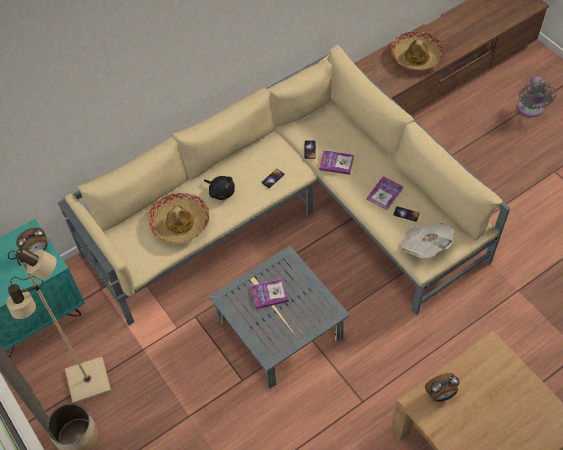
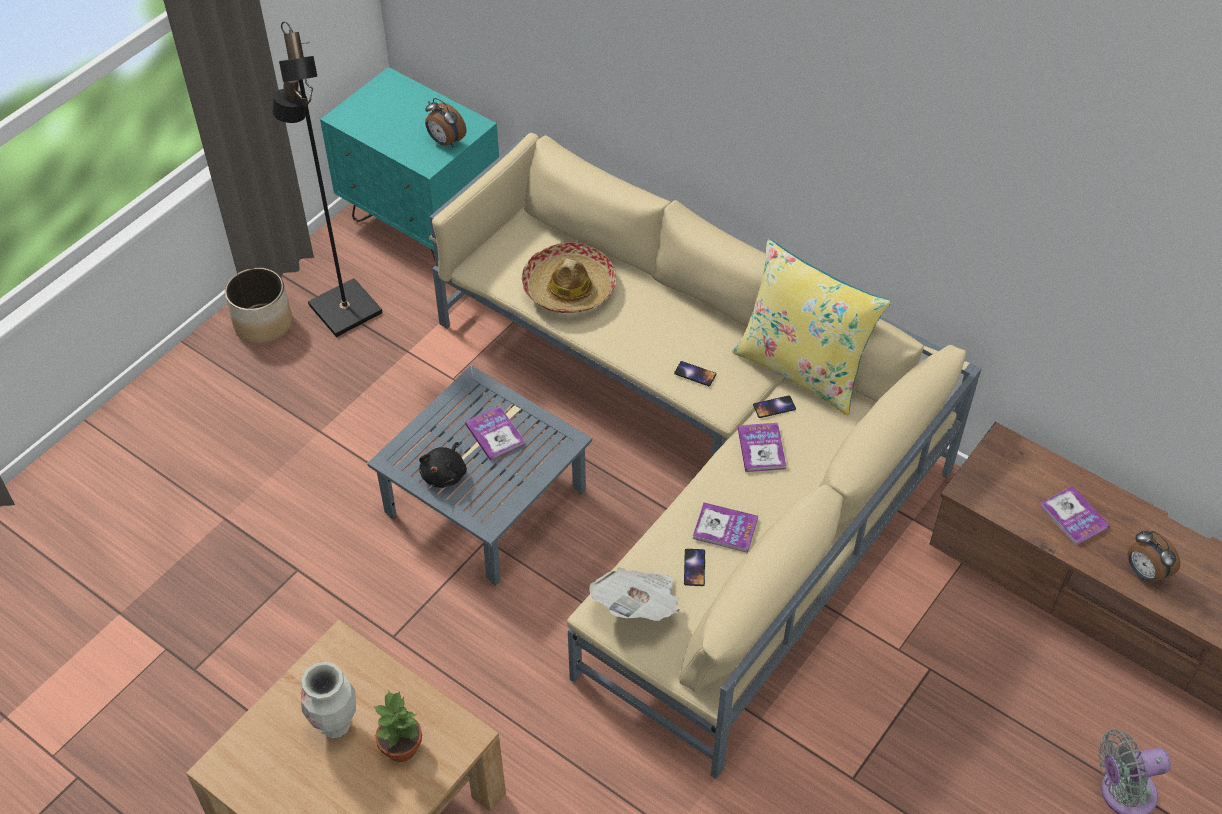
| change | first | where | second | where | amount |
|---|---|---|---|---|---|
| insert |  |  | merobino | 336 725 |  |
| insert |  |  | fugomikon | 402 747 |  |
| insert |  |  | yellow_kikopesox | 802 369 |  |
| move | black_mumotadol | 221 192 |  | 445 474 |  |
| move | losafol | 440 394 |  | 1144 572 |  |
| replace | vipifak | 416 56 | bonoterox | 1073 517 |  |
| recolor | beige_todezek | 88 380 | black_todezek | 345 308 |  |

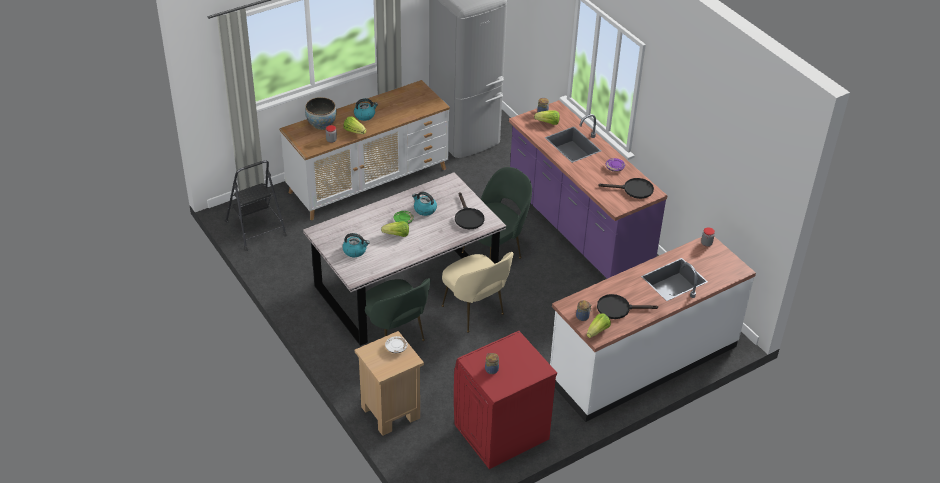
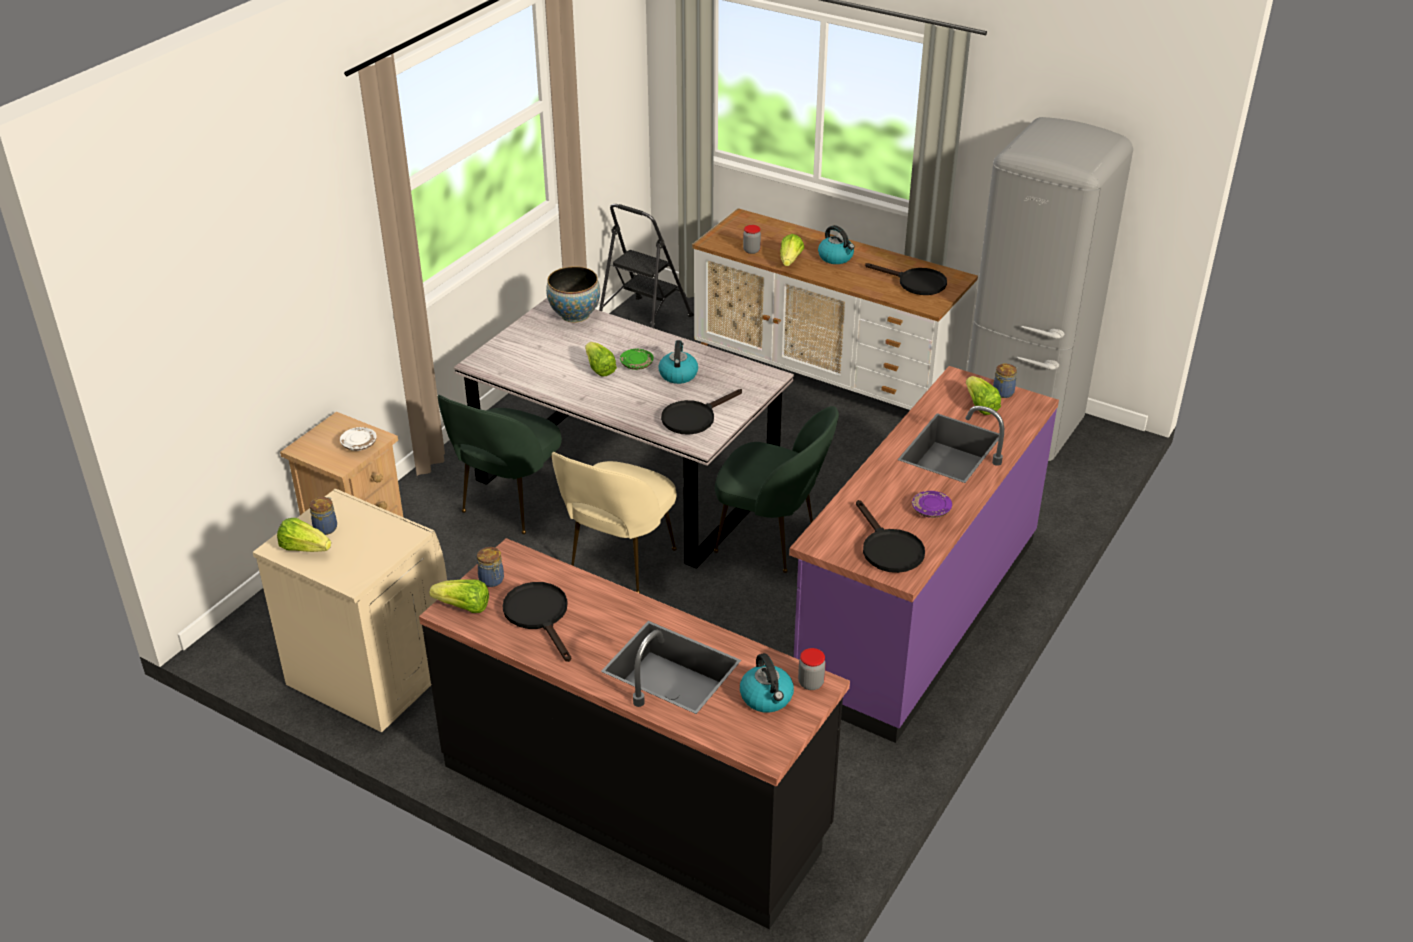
| change | first | where | second | where | amount |
|---|---|---|---|---|---|
| insert |  |  | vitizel | 304 548 |  |
| insert |  |  | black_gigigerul | 915 283 |  |
| move | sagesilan | 321 125 |  | 574 315 |  |
| move | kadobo | 355 251 |  | 767 698 |  |
| recolor | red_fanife | 501 433 | beige_fanife | 371 674 |  |
| recolor | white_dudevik | 642 362 | black_dudevik | 635 799 |  |

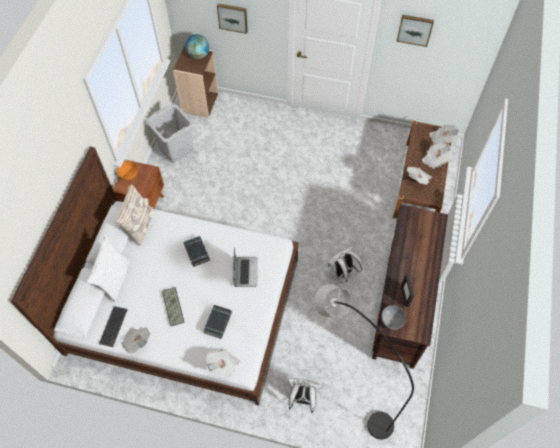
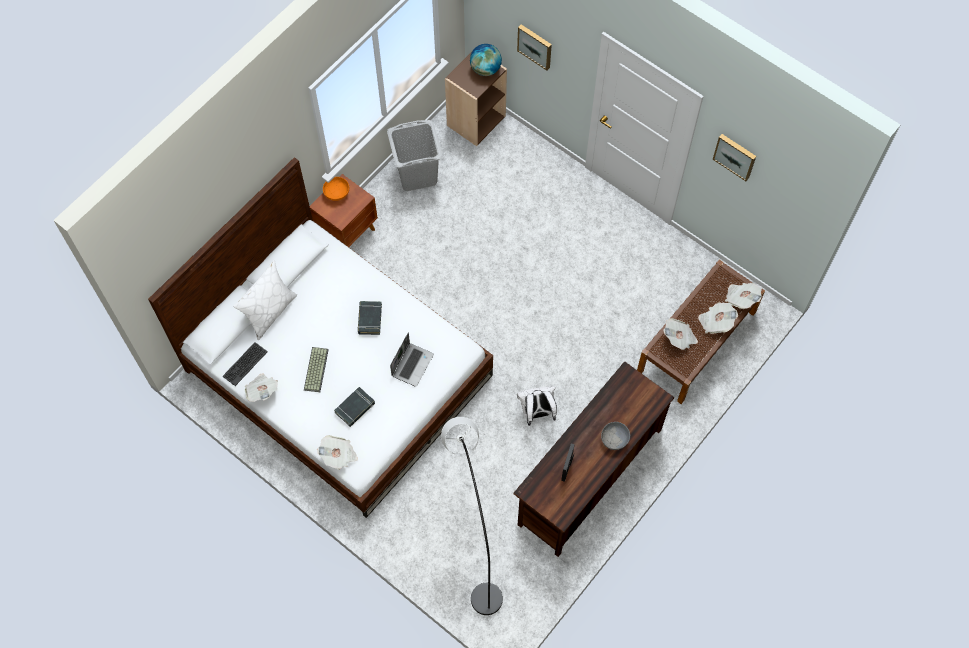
| change | first | where | second | where | amount |
|---|---|---|---|---|---|
| delete | beige_kikopesox | 141 226 |  |  |  |
| delete | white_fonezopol | 303 399 |  |  |  |
| move | grey_sagesilan | 392 320 |  | 615 439 |  |

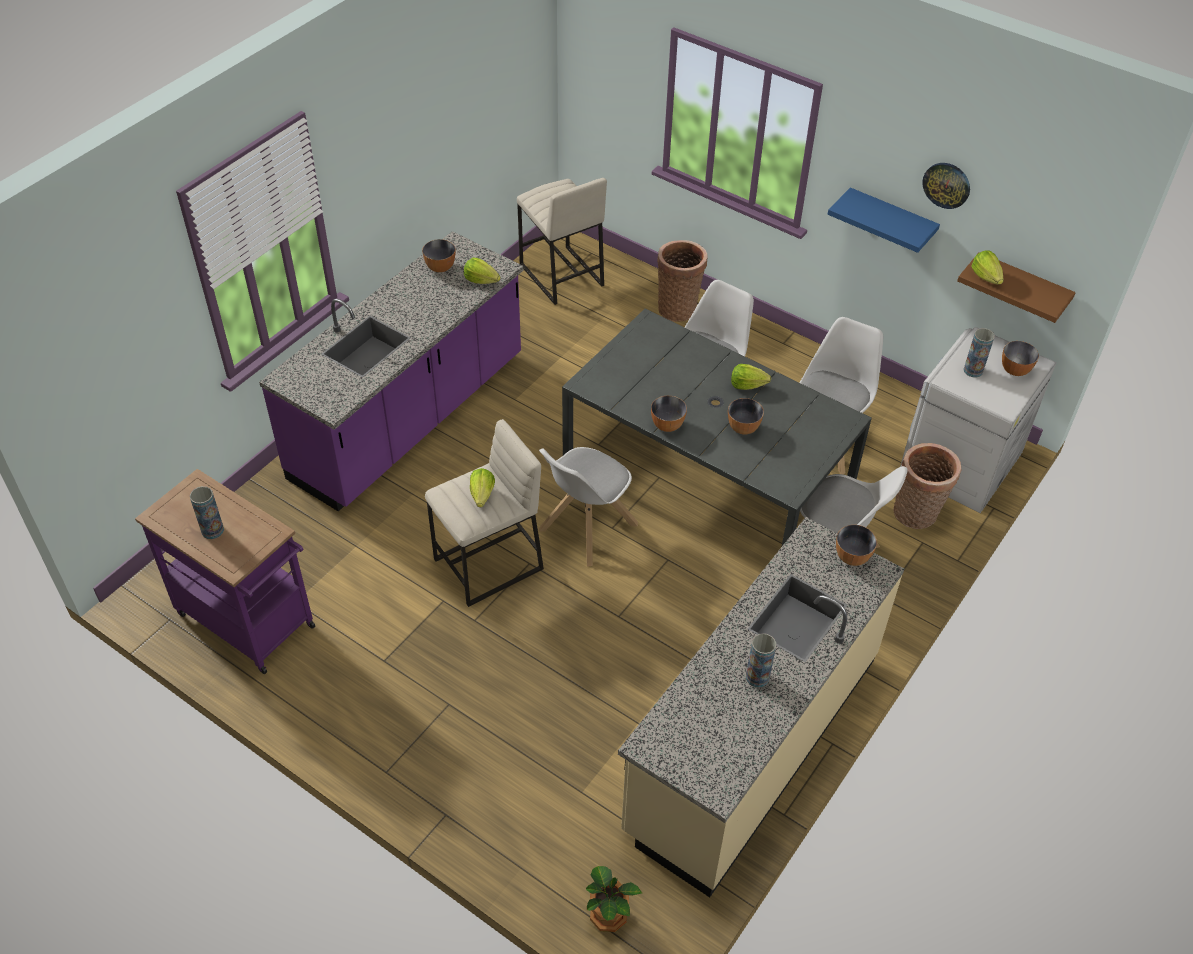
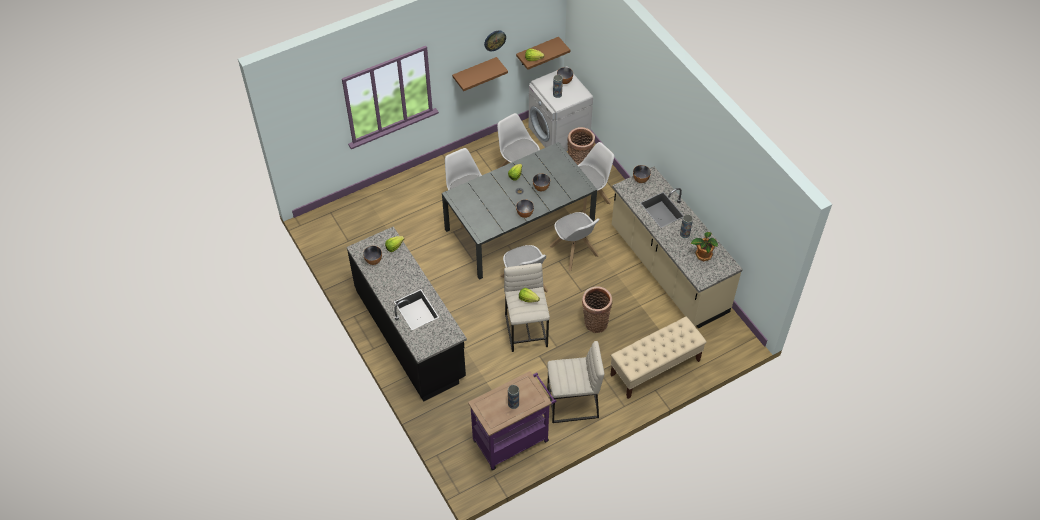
| change | first | where | second | where | amount |
|---|---|---|---|---|---|
| insert |  |  | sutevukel | 574 252 |  |
| insert |  |  | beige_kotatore | 655 368 |  |
| move | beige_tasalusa | 561 275 |  | 573 404 |  |
| move | fugomikon | 609 914 |  | 703 255 |  |
| move | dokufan | 678 307 |  | 595 322 |  |
| recolor | purple_dudevik | 410 419 | black_dudevik | 410 333 |  |
| recolor | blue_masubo | 891 220 | brown_masubo | 474 72 |  |

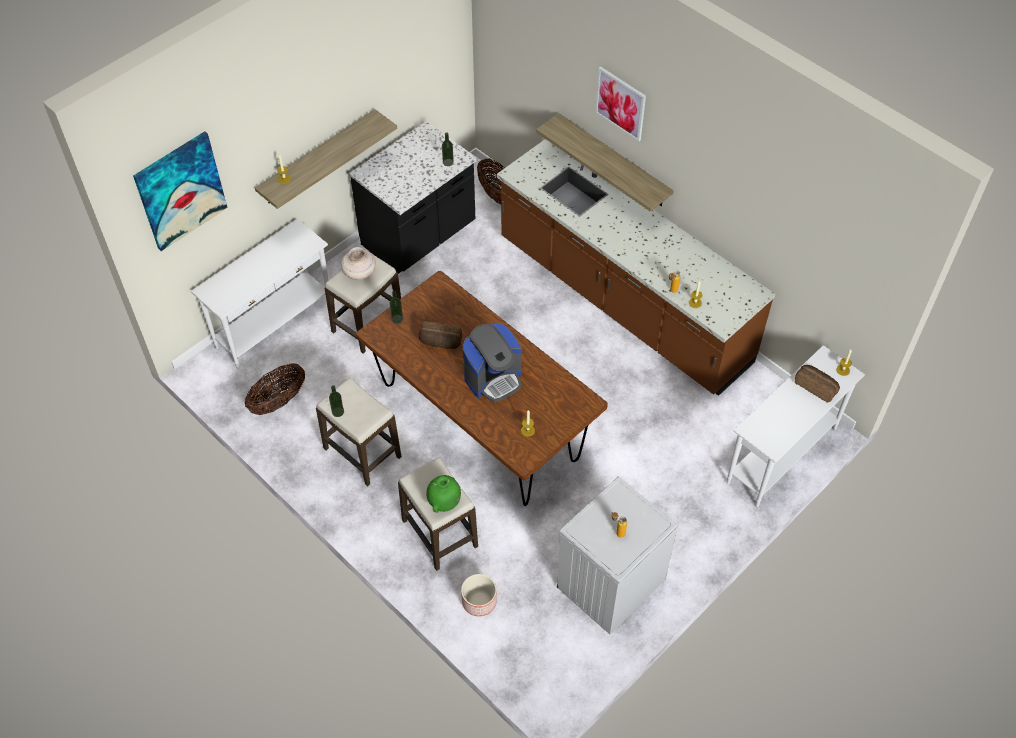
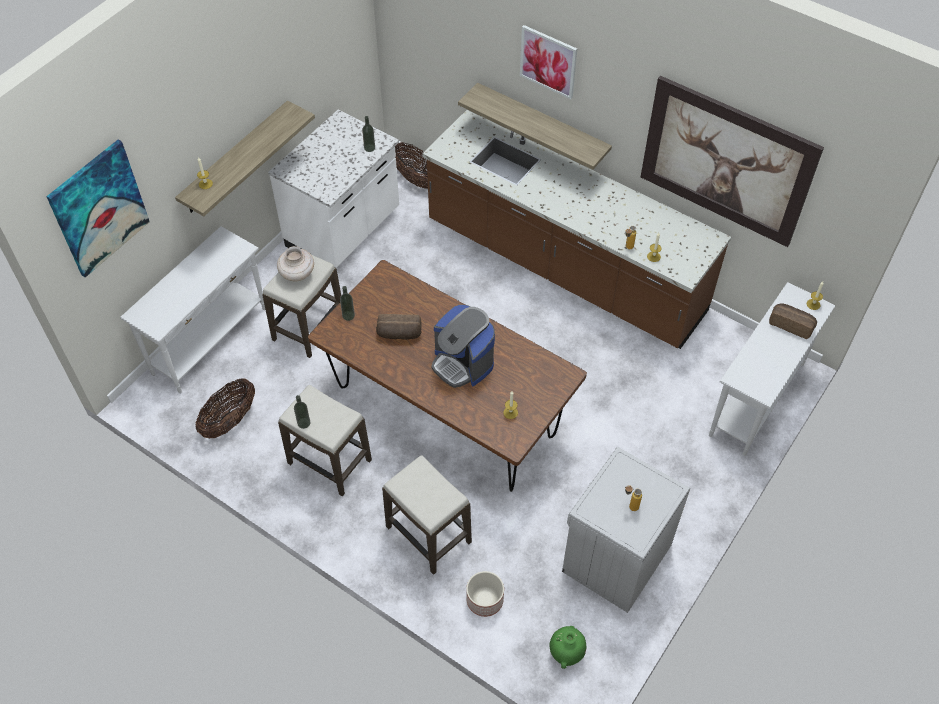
| change | first | where | second | where | amount |
|---|---|---|---|---|---|
| insert |  |  | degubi | 726 161 |  |
| move | green_merobino | 444 503 |  | 566 653 |  |
| recolor | black_dudevik | 419 236 | white_dudevik | 344 230 |  |
| rotate | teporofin | 493 378 |  | 463 363 | 90 degrees clockwise |

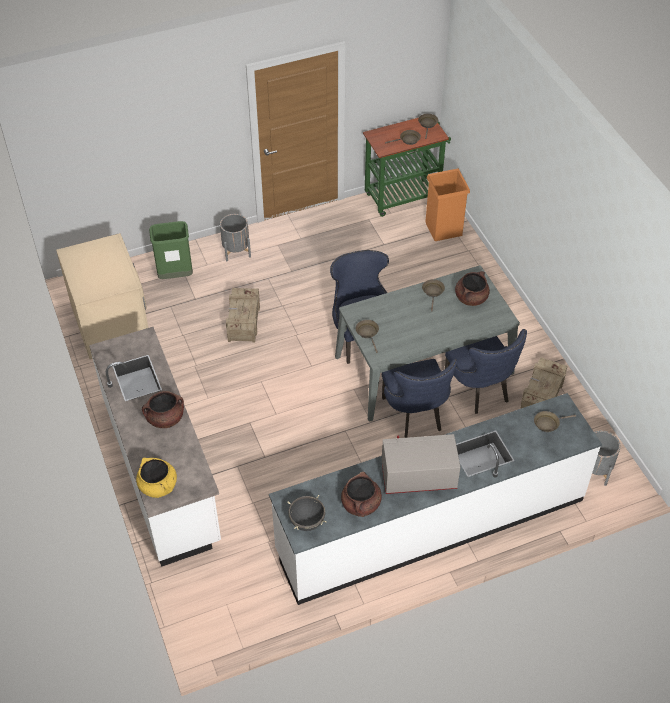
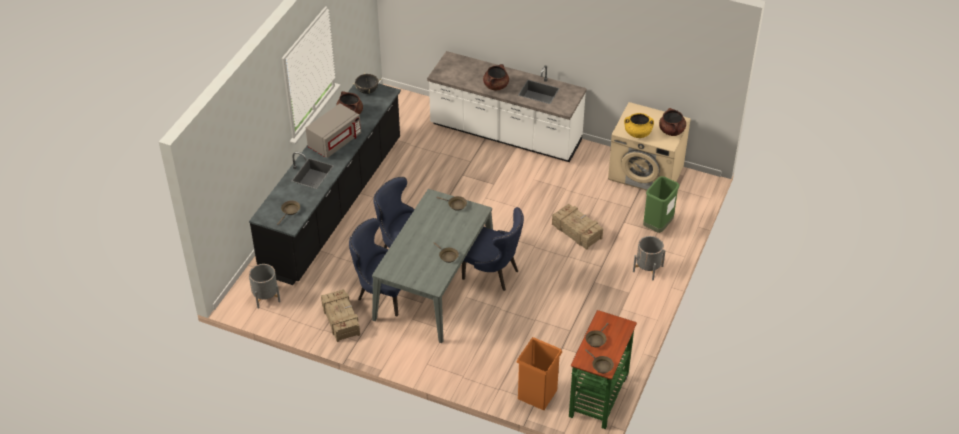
| change | first | where | second | where | amount |
|---|---|---|---|---|---|
| move | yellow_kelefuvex | 158 486 |  | 637 133 |  |
| move | brown_kelefuvex | 471 298 |  | 671 131 |  |
| recolor | white_dudevik | 431 525 | black_dudevik | 334 205 |  |

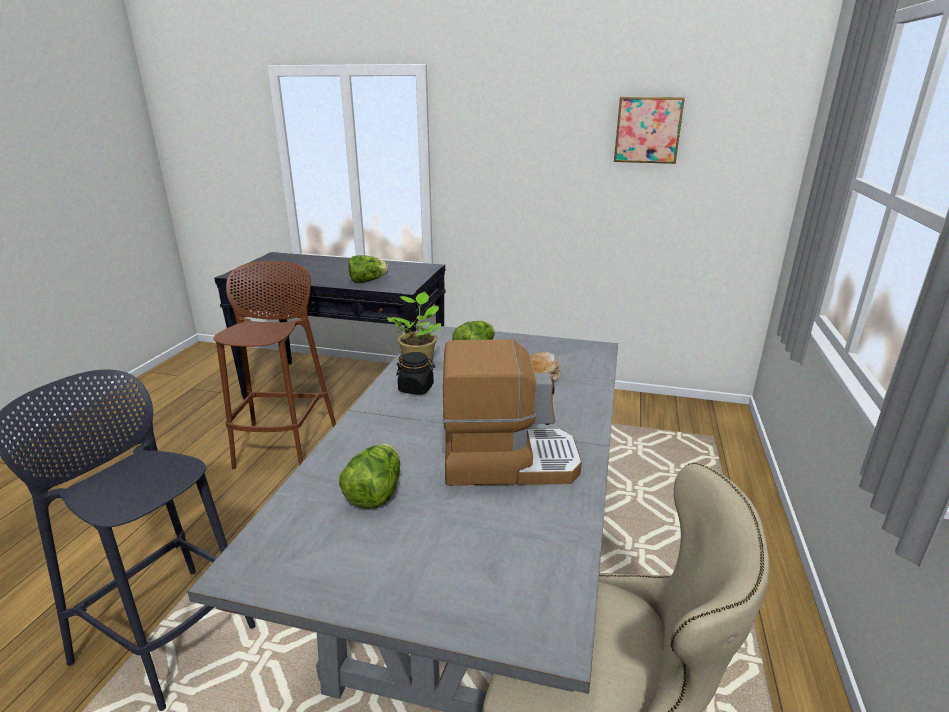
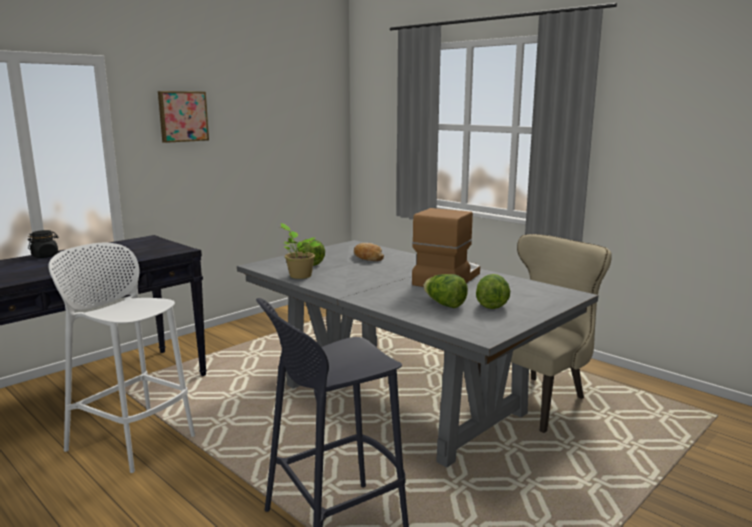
| change | first | where | second | where | amount |
|---|---|---|---|---|---|
| move | vitizel | 367 281 |  | 491 304 |  |
| move | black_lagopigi | 416 388 |  | 45 256 |  |
| move | degubi | 647 130 |  | 182 116 |  |
| recolor | brown_tasalusa | 283 444 | white_tasalusa | 134 439 |  |

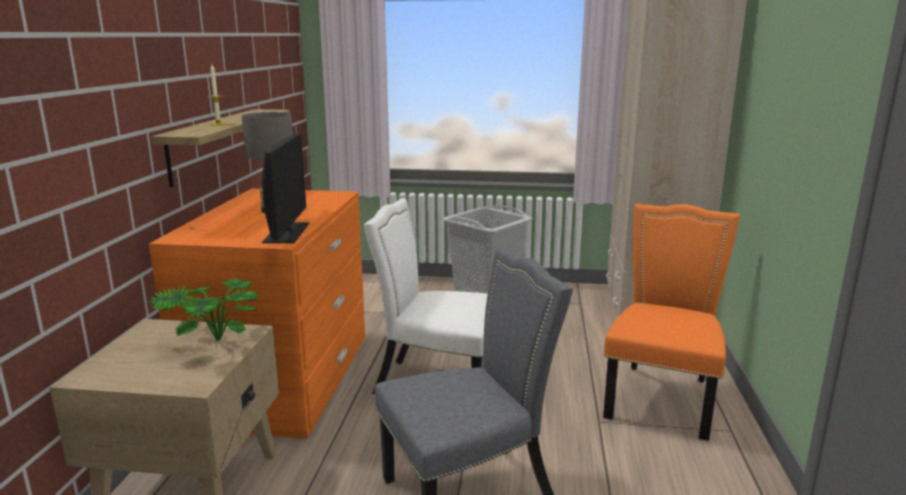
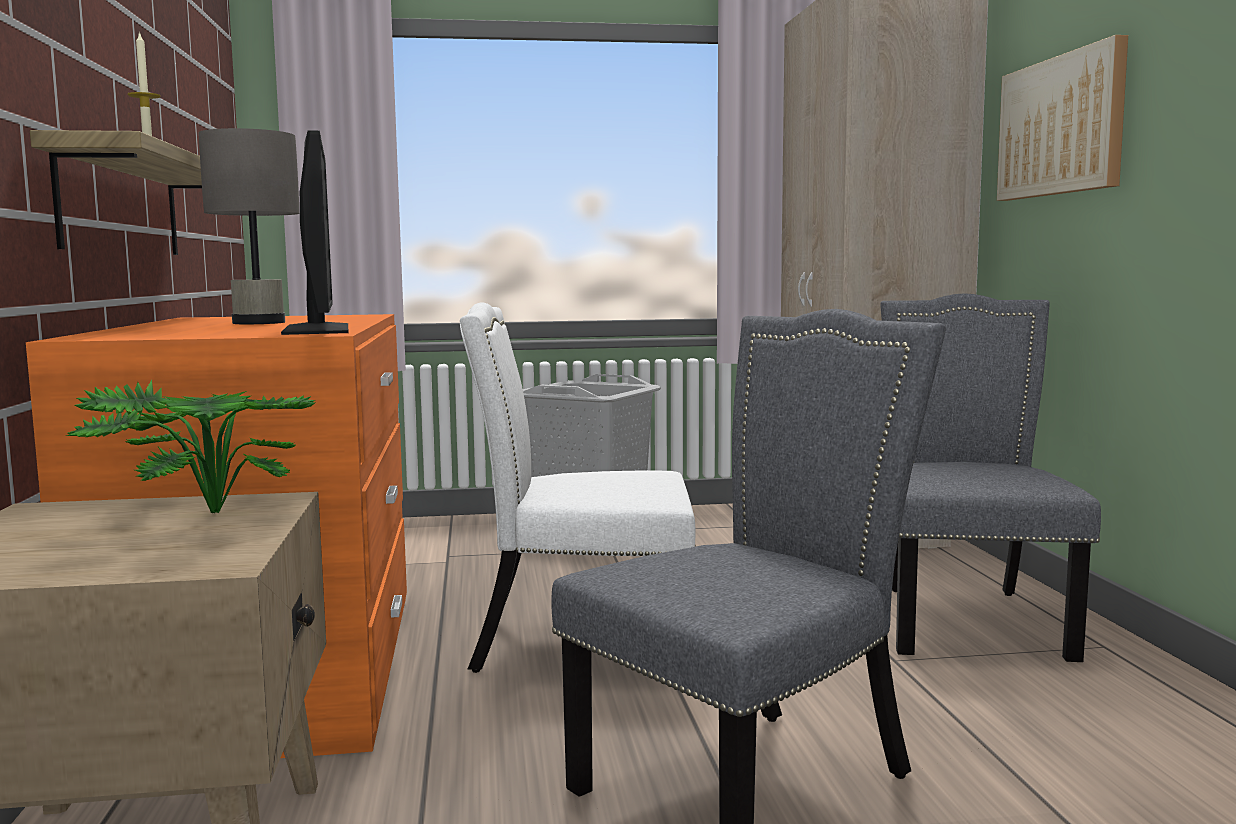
| change | first | where | second | where | amount |
|---|---|---|---|---|---|
| insert |  |  | degubi | 1061 126 |  |
| recolor | orange_sutevukel | 661 401 | grey_sutevukel | 969 623 |  |

